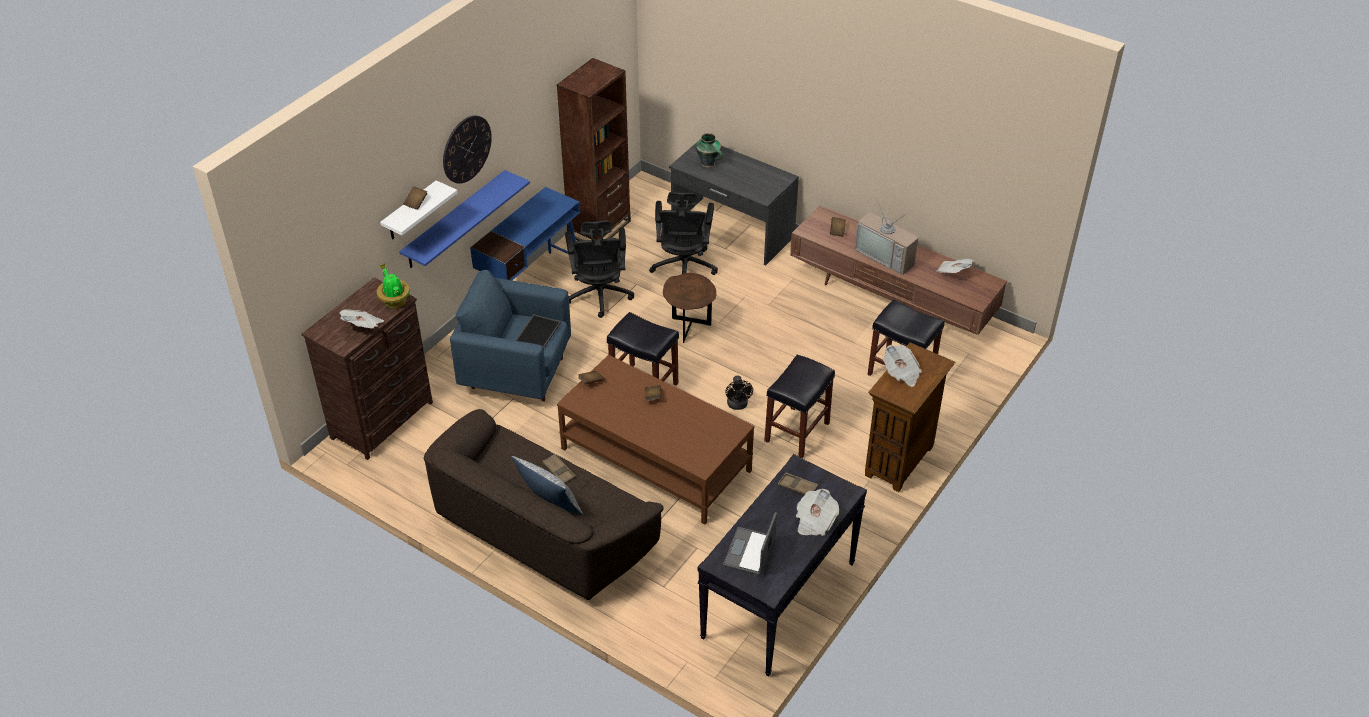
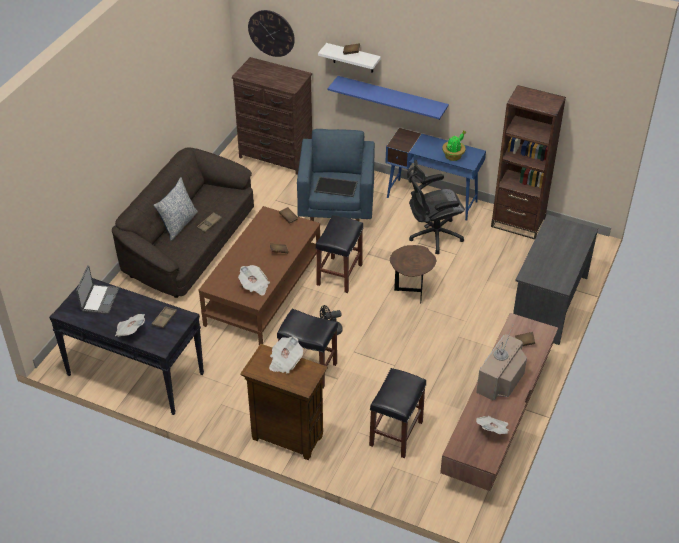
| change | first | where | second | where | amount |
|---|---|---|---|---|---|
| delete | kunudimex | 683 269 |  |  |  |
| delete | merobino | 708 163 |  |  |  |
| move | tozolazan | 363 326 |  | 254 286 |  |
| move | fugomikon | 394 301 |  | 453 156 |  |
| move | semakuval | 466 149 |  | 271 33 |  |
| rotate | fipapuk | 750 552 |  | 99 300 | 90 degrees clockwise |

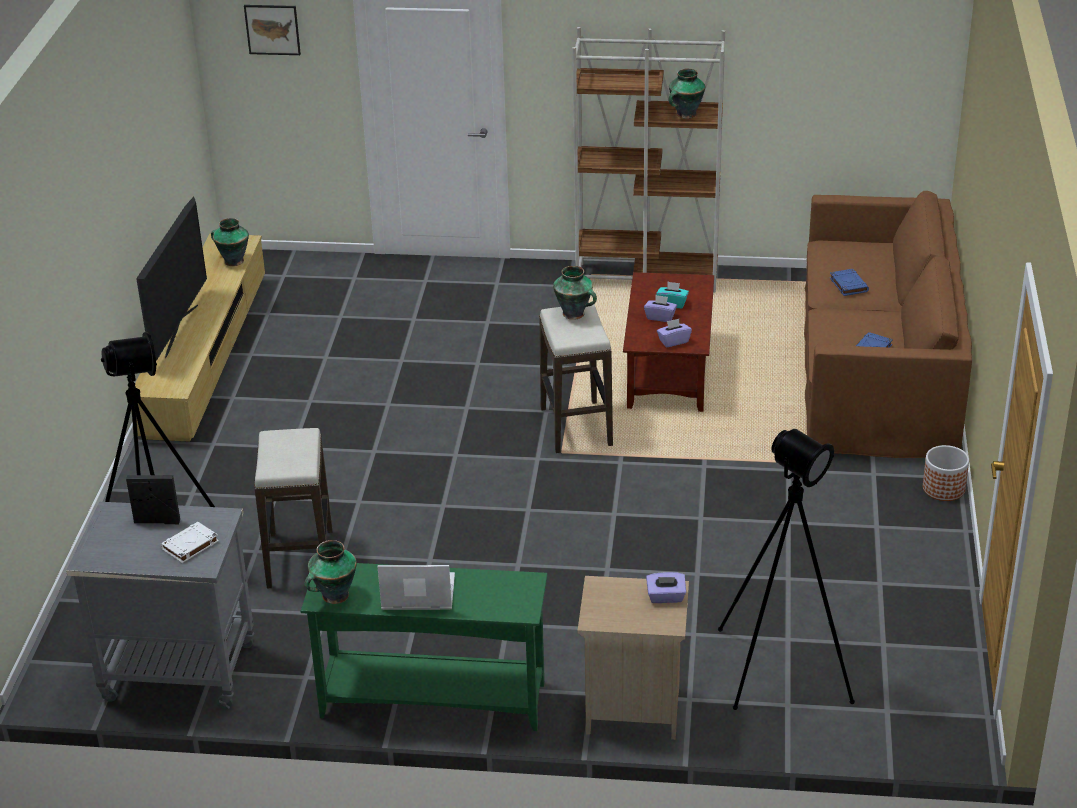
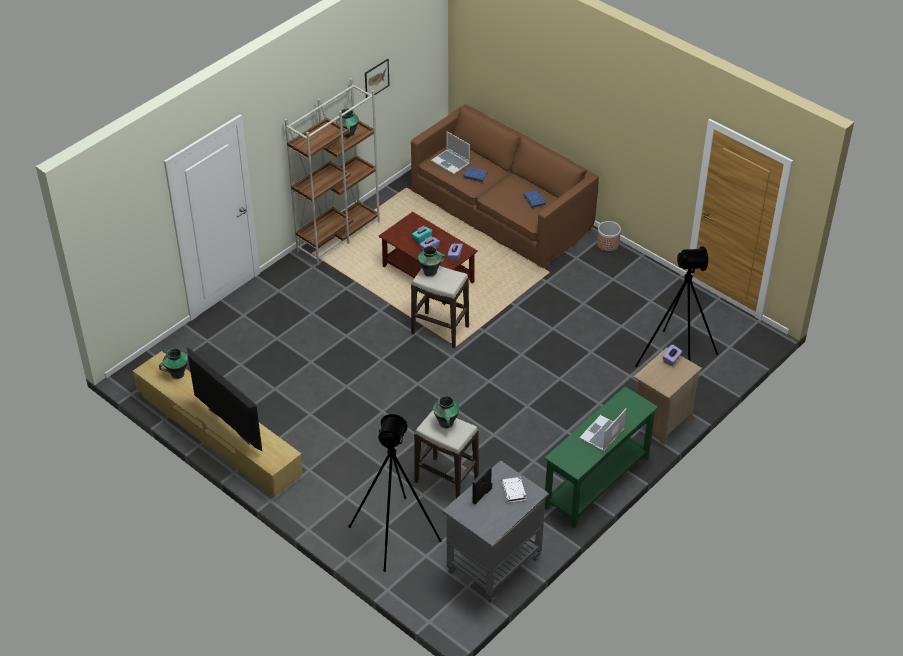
| change | first | where | second | where | amount |
|---|---|---|---|---|---|
| insert |  |  | fipapuk | 451 162 |  |
| move | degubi | 272 29 |  | 376 79 |  |
| move | merobino | 334 596 |  | 446 424 |  |

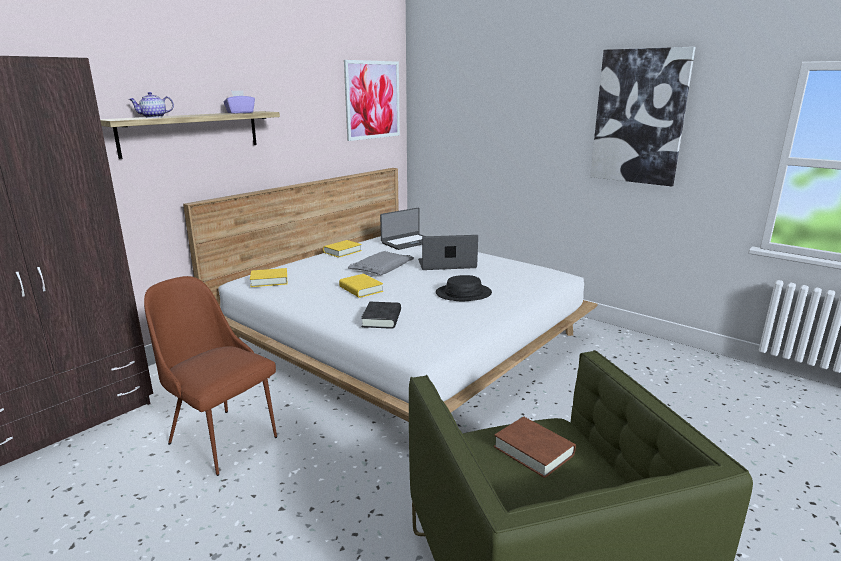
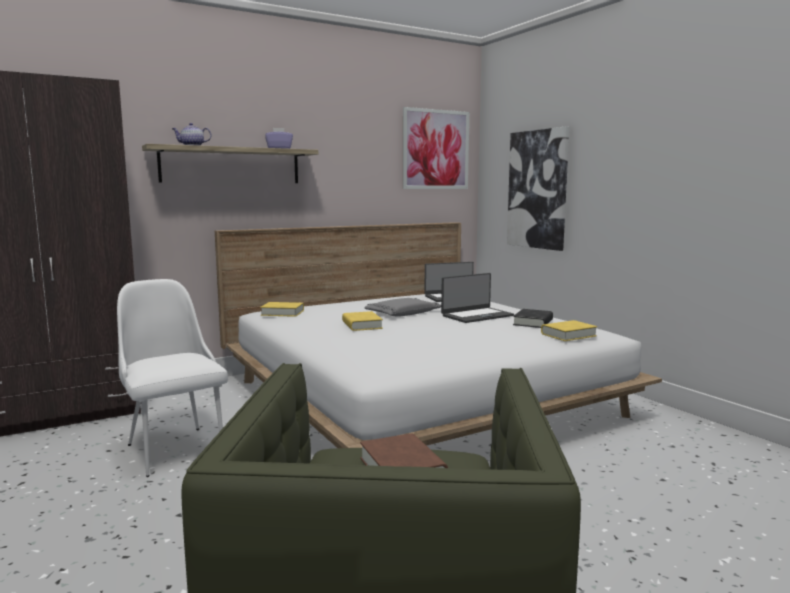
| change | first | where | second | where | amount |
|---|---|---|---|---|---|
| delete | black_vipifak | 463 293 |  |  |  |
| move | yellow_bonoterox | 342 251 |  | 568 335 |  |
| move | black_bonoterox | 381 319 |  | 533 322 |  |
| move | degubi | 639 117 |  | 538 189 |  |
| recolor | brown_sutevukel | 221 441 | white_sutevukel | 174 451 |  |
| rotate | fipapuk | 447 264 |  | 476 315 | 135 degrees clockwise |

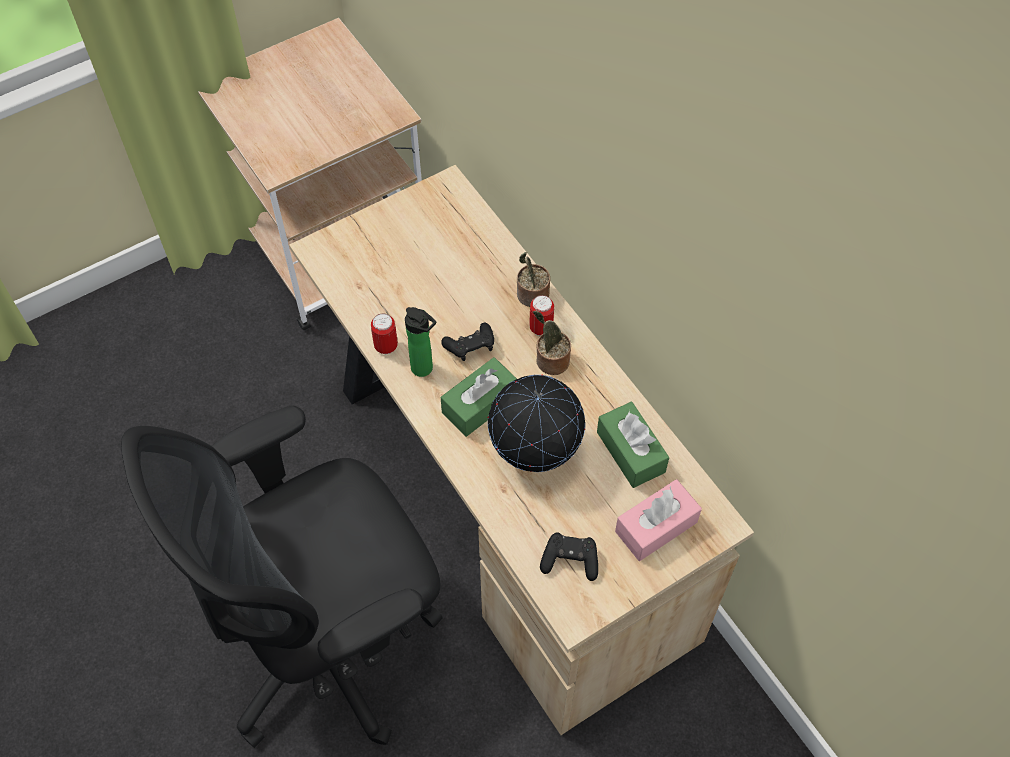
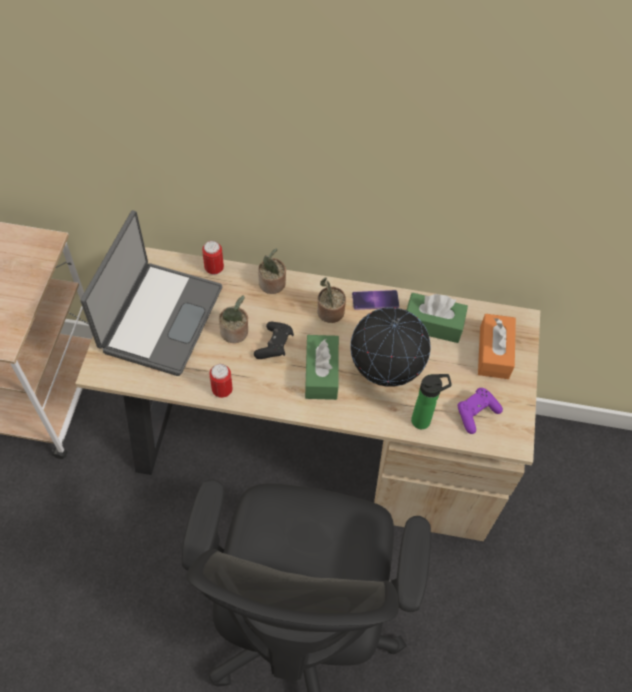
| change | first | where | second | where | amount |
|---|---|---|---|---|---|
| insert |  |  | fipapuk | 159 318 |  |
| insert |  |  | fugomikon | 235 333 |  |
| insert |  |  | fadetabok | 375 300 |  |
| move | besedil | 424 370 |  | 424 420 |  |
| move | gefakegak | 541 328 |  | 214 269 |  |
| recolor | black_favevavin | 570 560 | purple_favevavin | 476 413 |  |
| recolor | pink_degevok | 656 527 | orange_degevok | 494 352 |  |

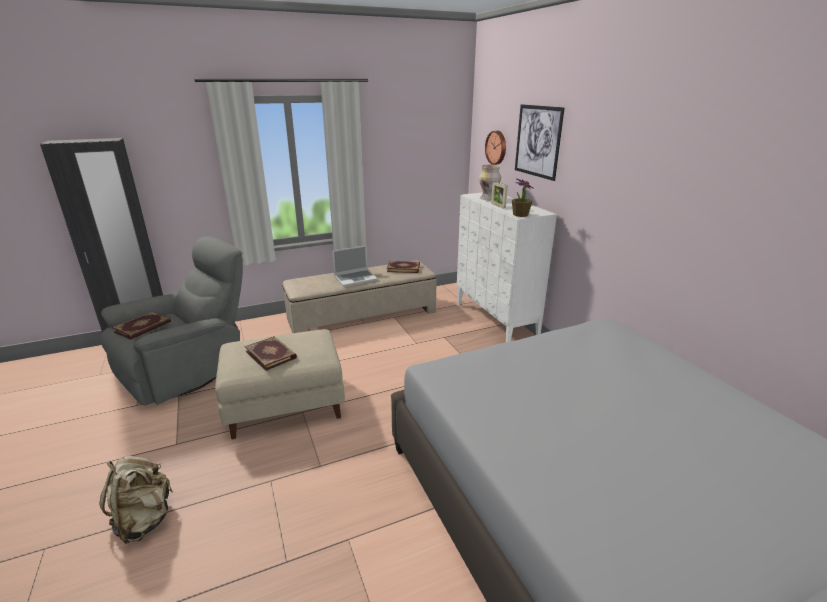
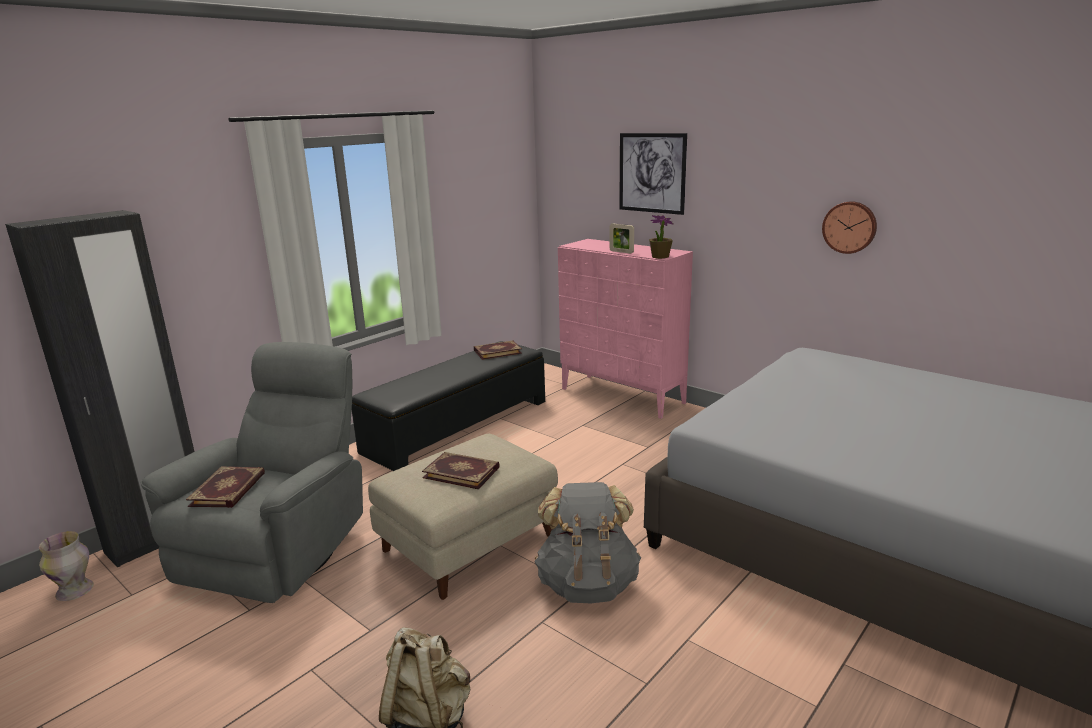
| change | first | where | second | where | amount |
|---|---|---|---|---|---|
| delete | fipapuk | 356 278 |  |  |  |
| insert |  |  | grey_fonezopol | 587 584 |  |
| move | merobino | 488 199 |  | 74 591 |  |
| move | semakuval | 496 147 |  | 850 227 |  |
| recolor | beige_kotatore | 363 315 | black_kotatore | 458 425 |  |
| recolor | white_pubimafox | 494 321 | pink_pubimafox | 622 396 |  |

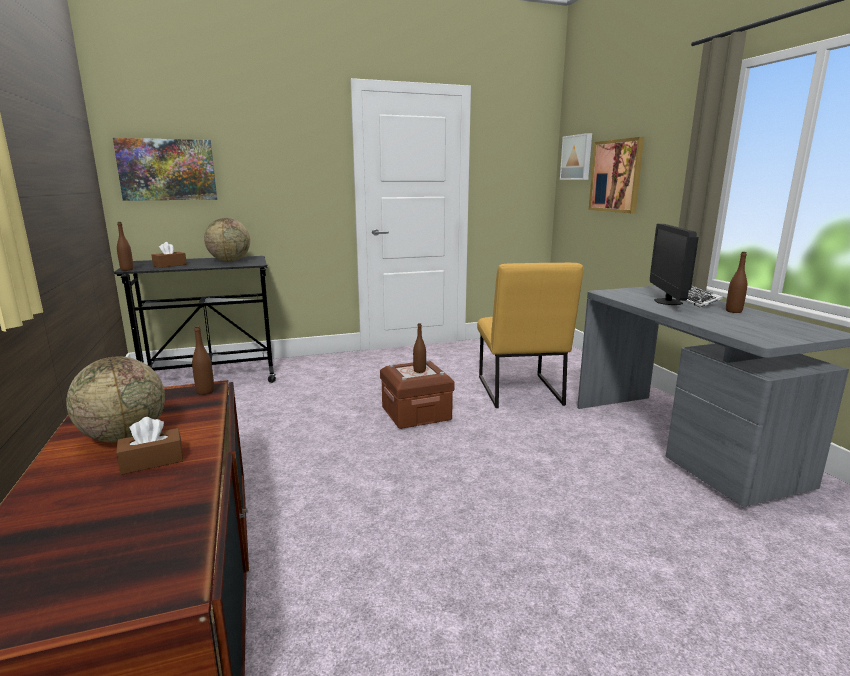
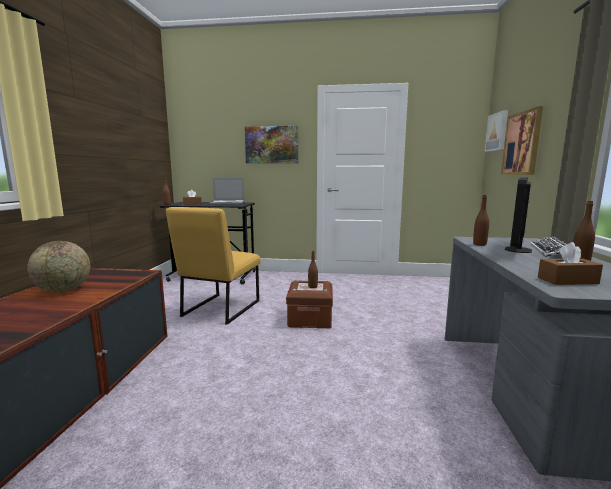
| change | first | where | second | where | amount |
|---|---|---|---|---|---|
| move | degubi | 167 170 |  | 272 145 |  |
| move | brown_degevok | 152 461 |  | 567 280 |  |
| move | brown_besedil | 205 391 |  | 479 244 |  |
| move | yellow_sutevukel | 519 391 |  | 220 309 |  |
| replace | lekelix | 229 261 | fipapuk | 228 203 |  |

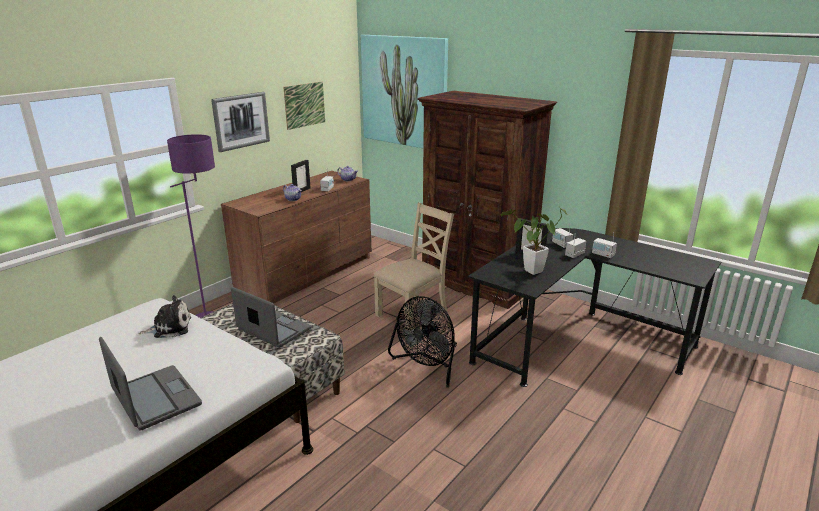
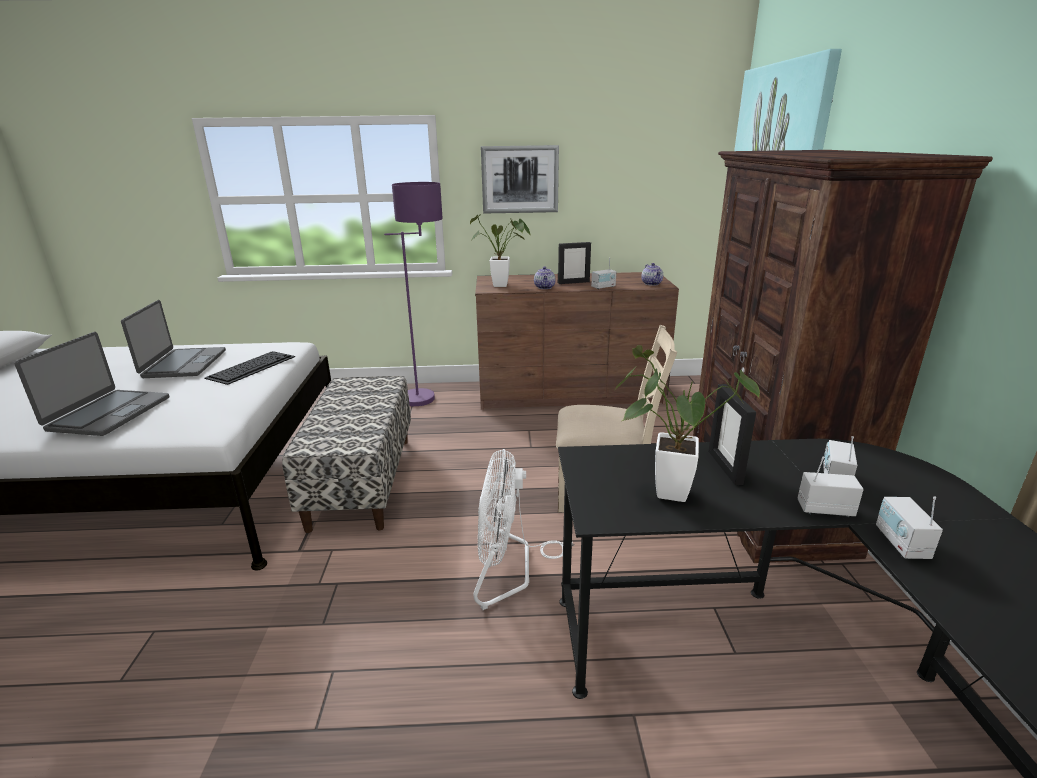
| change | first | where | second | where | amount |
|---|---|---|---|---|---|
| delete | degubi | 304 105 |  |  |  |
| insert |  |  | fugomikon | 504 285 |  |
| move | fipapuk | 273 330 |  | 183 364 |  |
| replace | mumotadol | 170 328 | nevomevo | 252 366 |  |
| recolor | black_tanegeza | 426 364 | white_tanegeza | 510 562 |  |

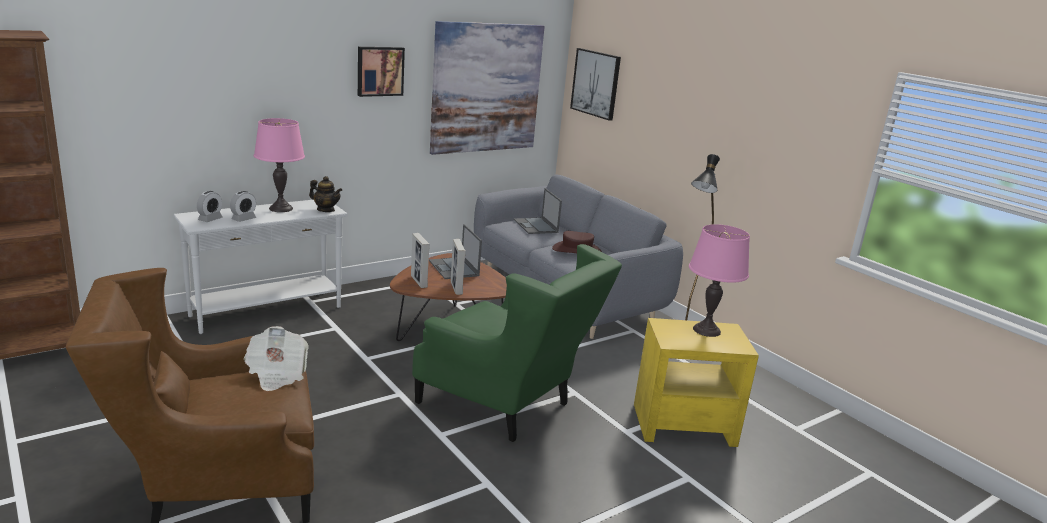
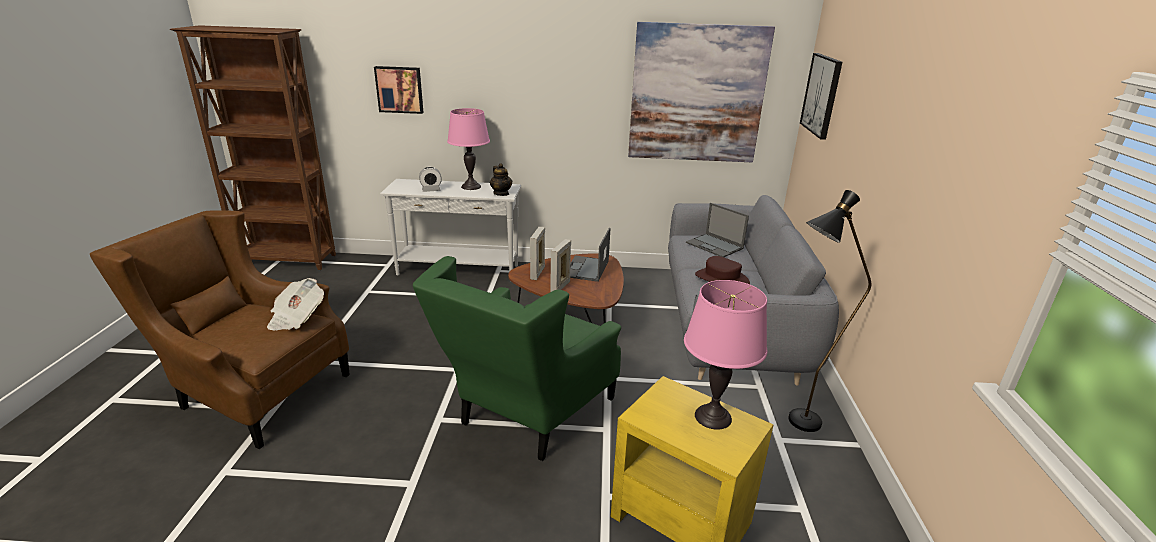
| change | first | where | second | where | amount |
|---|---|---|---|---|---|
| delete | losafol | 210 219 |  |  |  |
| move | degubi | 379 71 |  | 400 89 |  |
| rotate | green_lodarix | 506 405 |  | 526 416 | 45 degrees clockwise |
| rotate | fipapuk | 536 226 |  | 715 246 | 60 degrees counterclockwise |

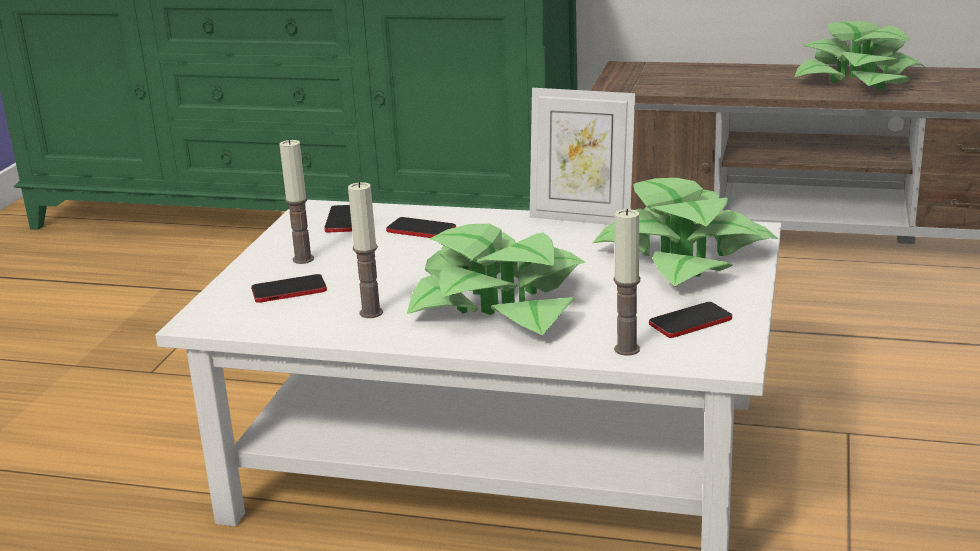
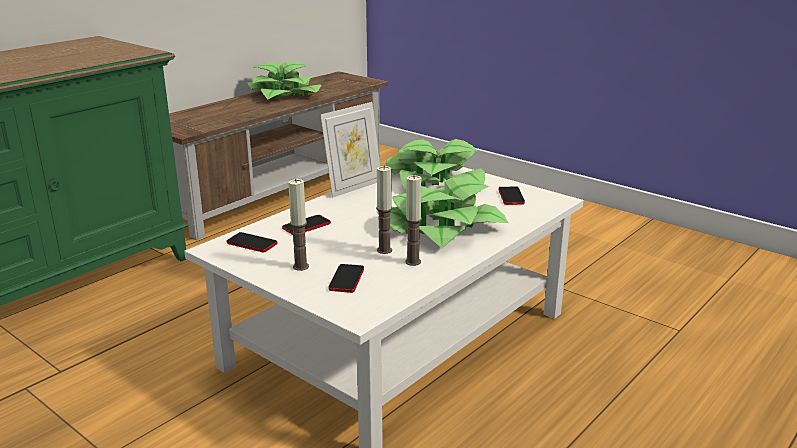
| change | first | where | second | where | amount |
|---|---|---|---|---|---|
| move | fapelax | 627 349 |  | 384 250 |  |

